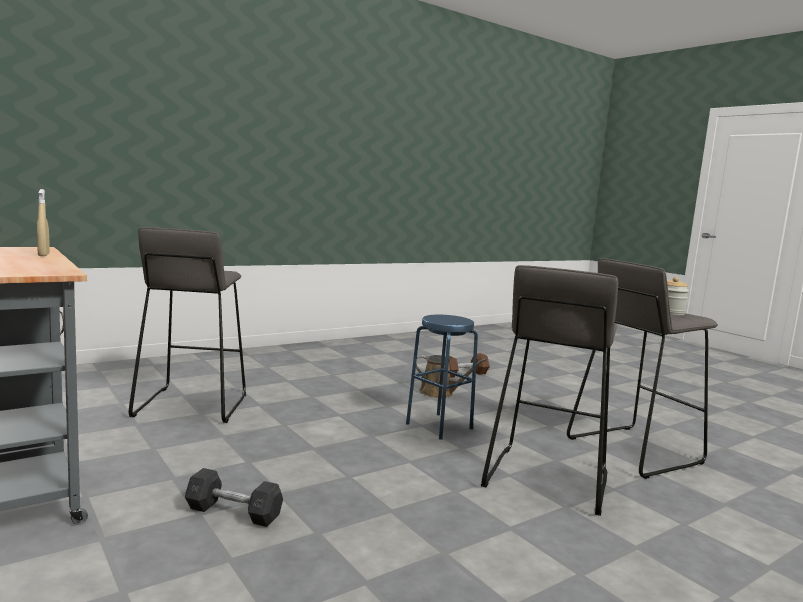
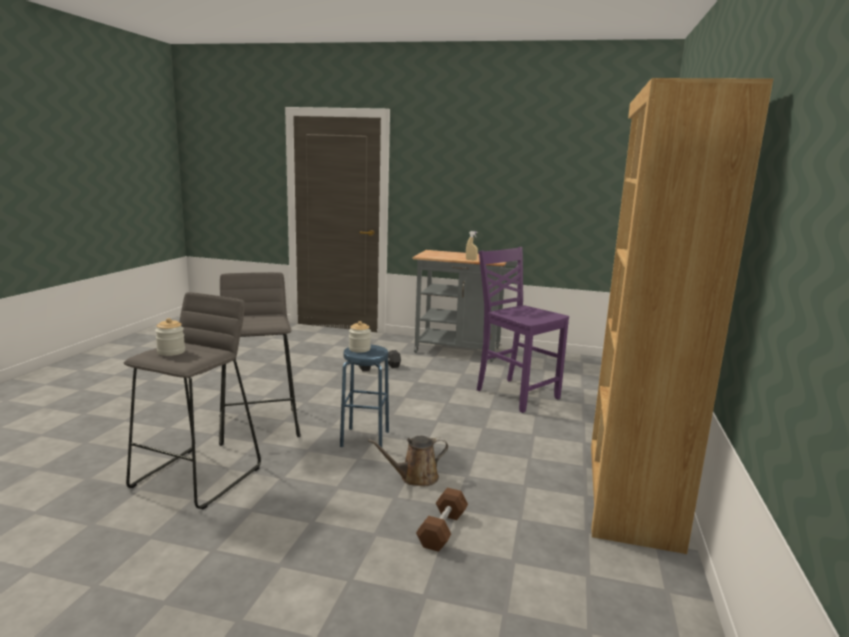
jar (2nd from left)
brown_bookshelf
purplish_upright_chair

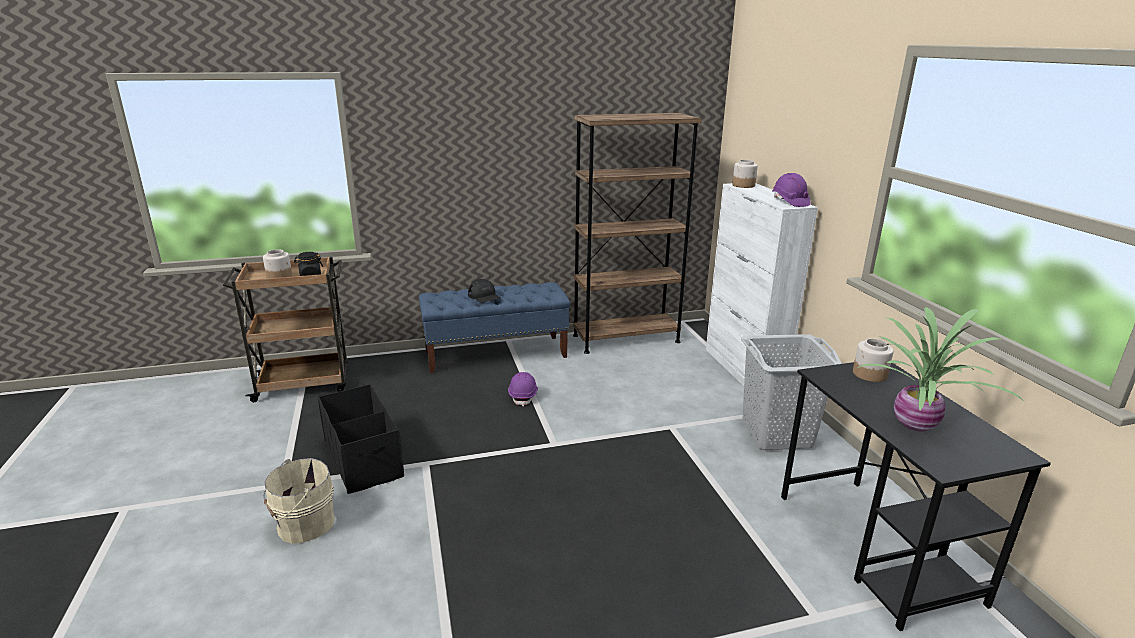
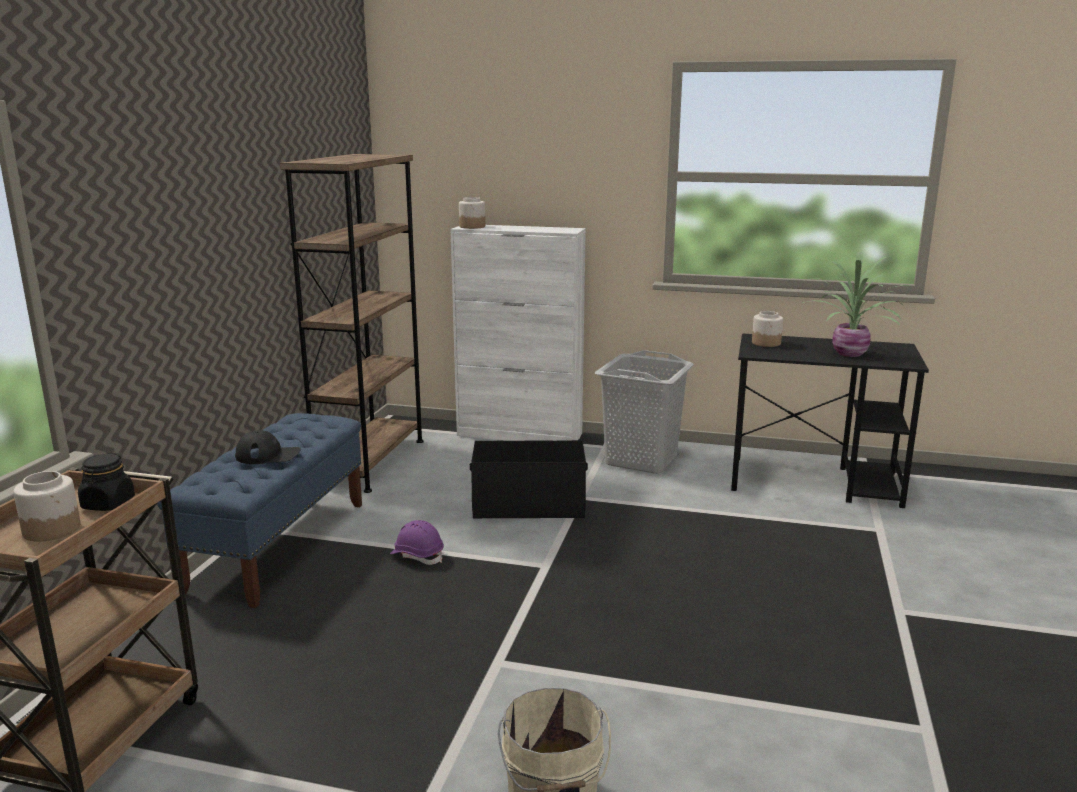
purplish_hard_hat (2nd from left in the first image)
black-coloured_storage_bin

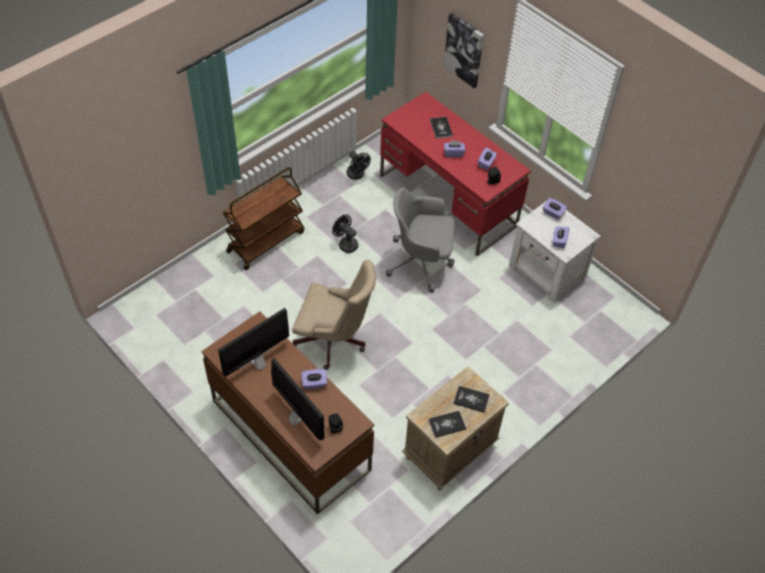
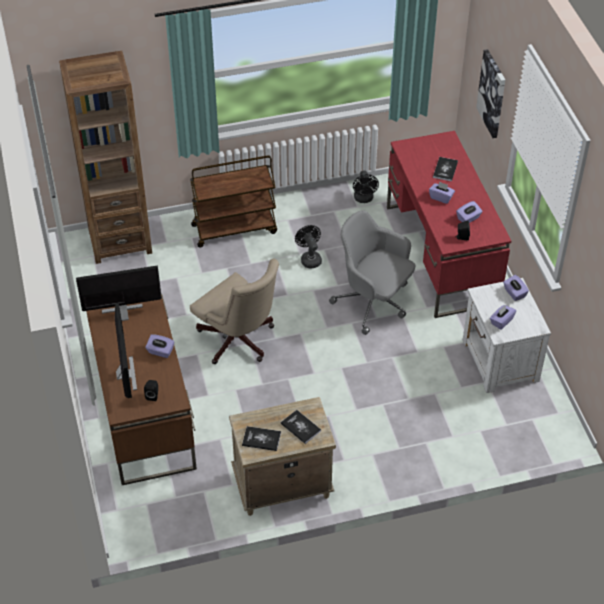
brown_bookshelf

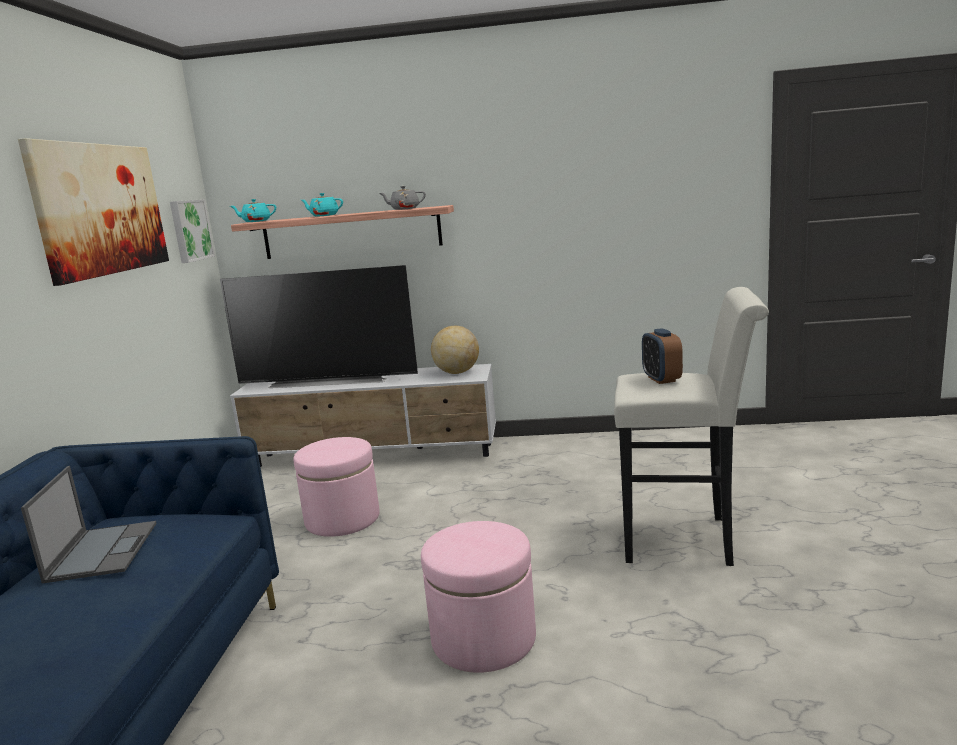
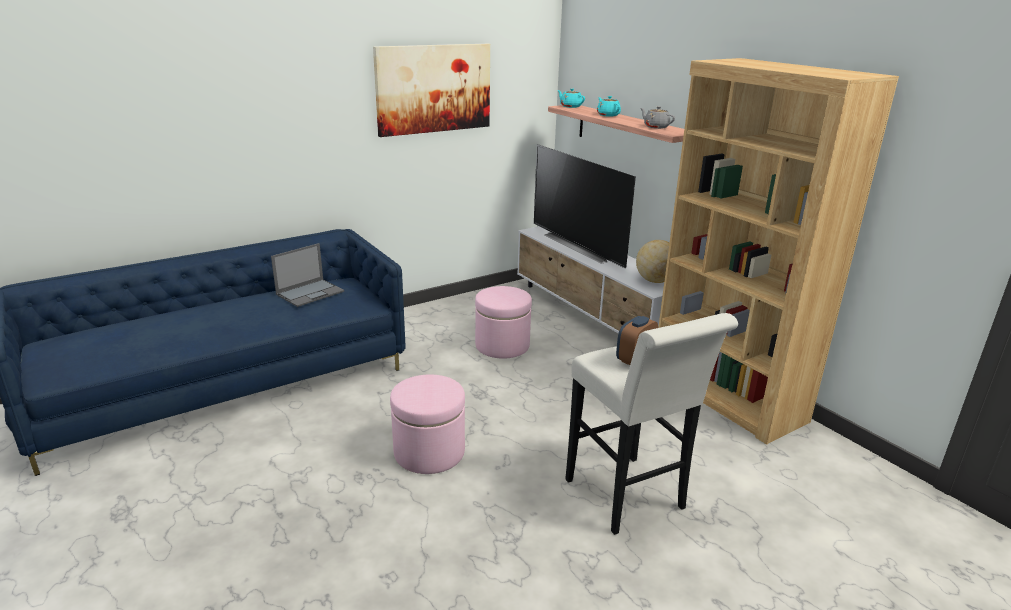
wall_art (2nd from left in the first image)
brown_bookshelf

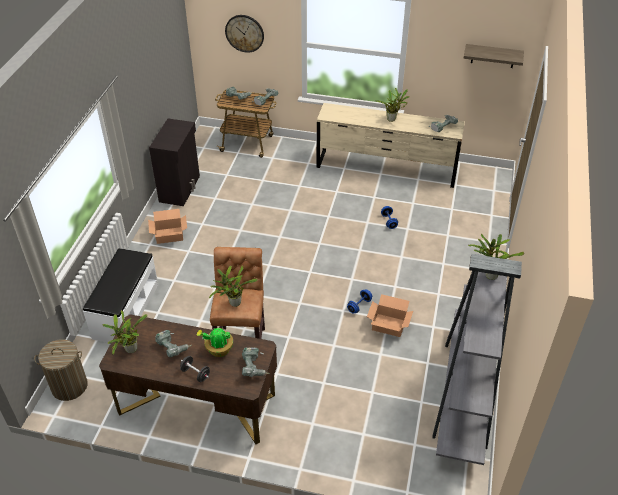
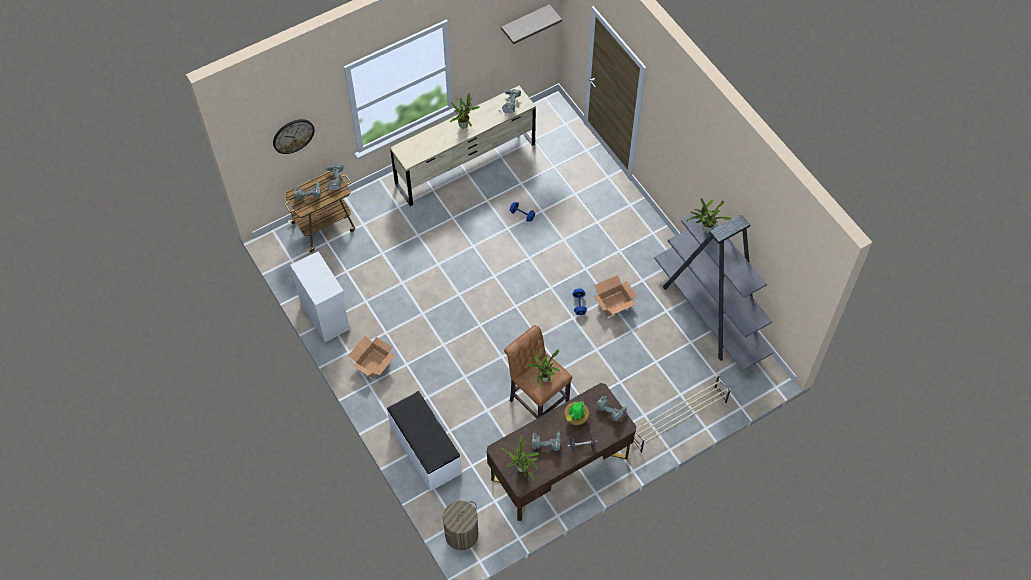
beige-coloured_shoe_shelf
white_cupboard

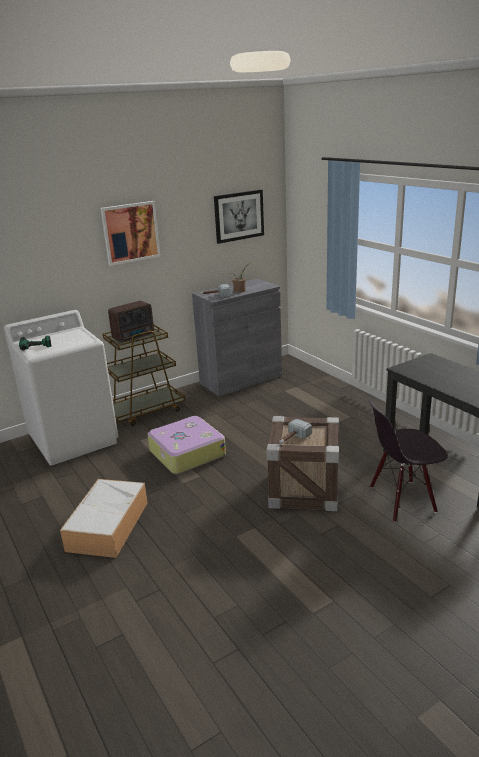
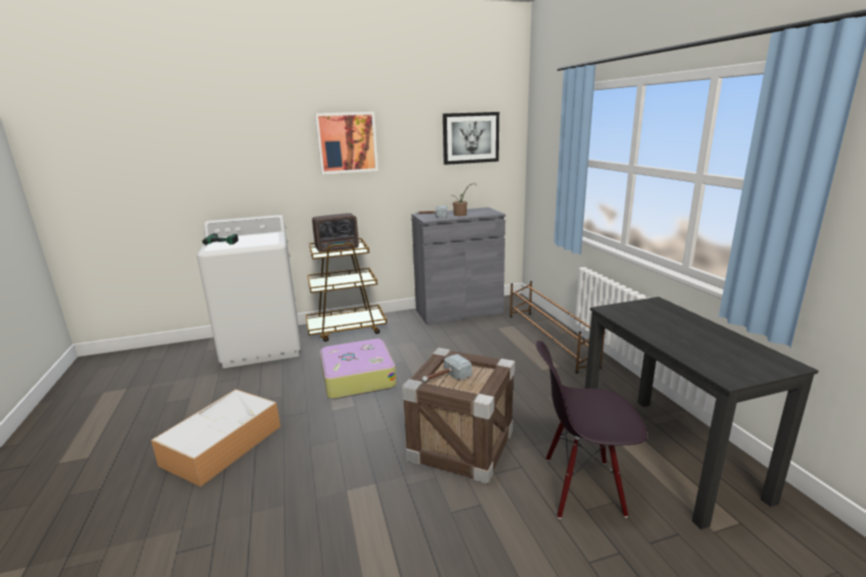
brown_shoe_shelf

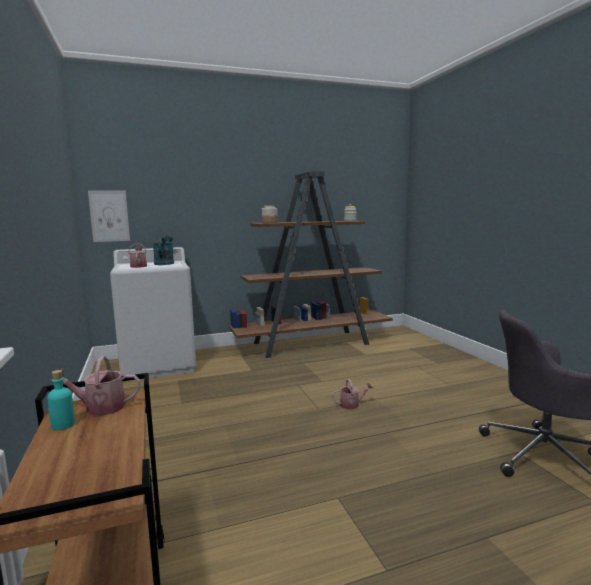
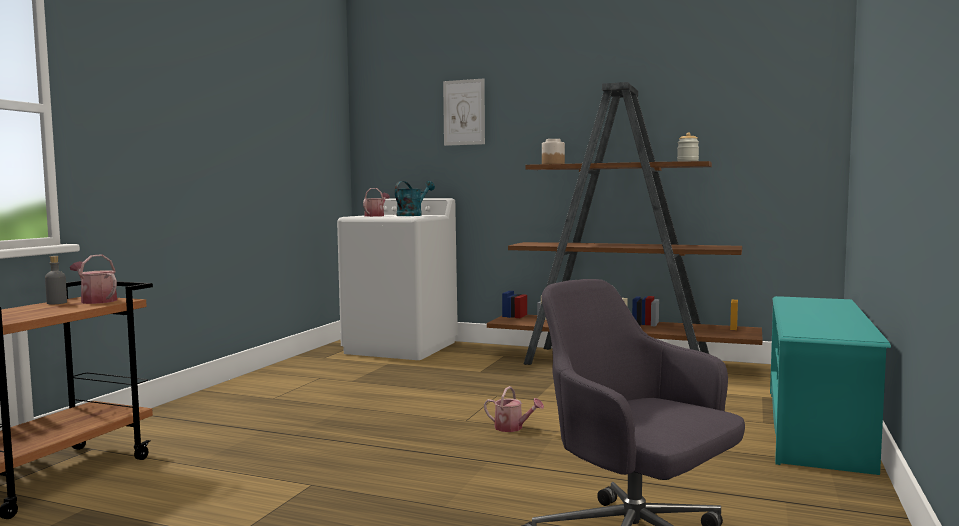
blue-green_shoe_shelf
wall_art
greyish_bottle

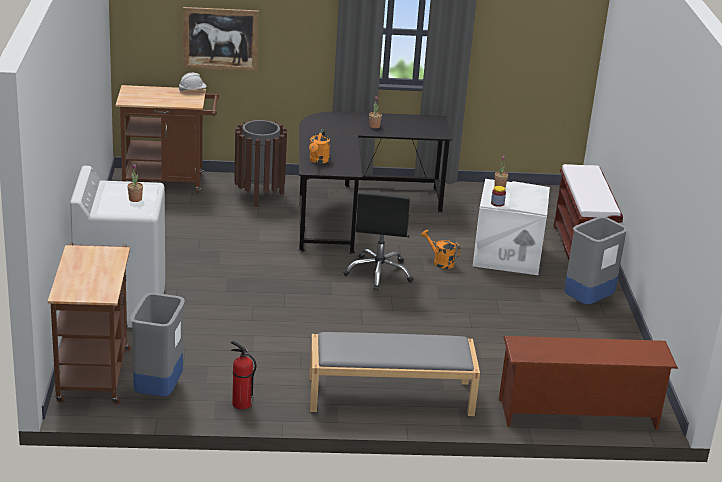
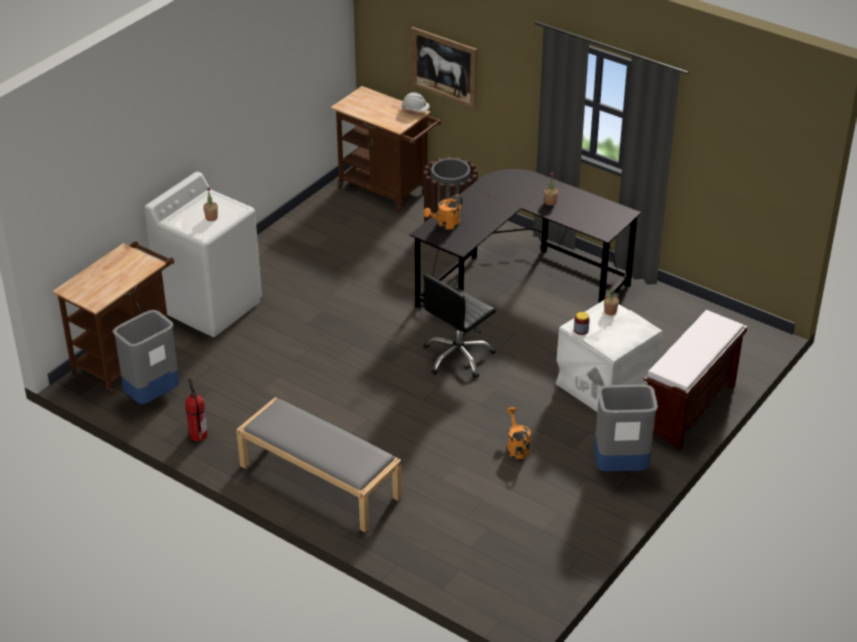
brown_shoe_shelf
orange-coloured_sprinkling_can (2nd from left)

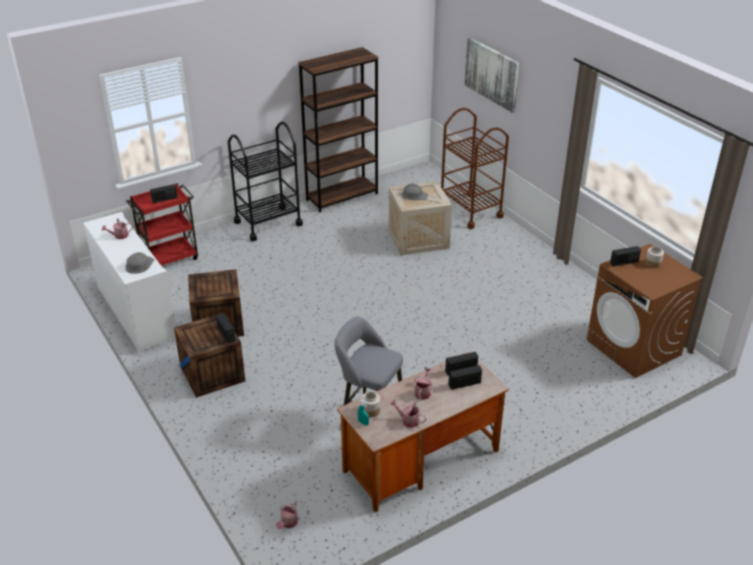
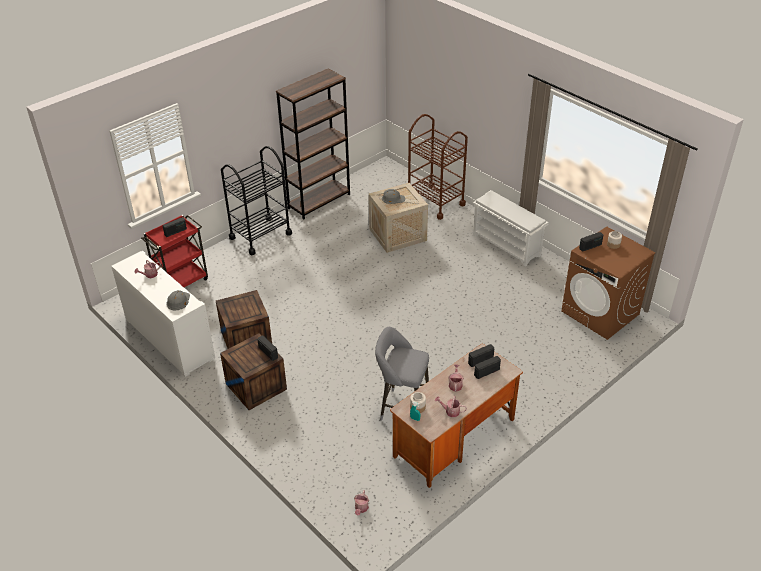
wall_art
white_shoe_shelf

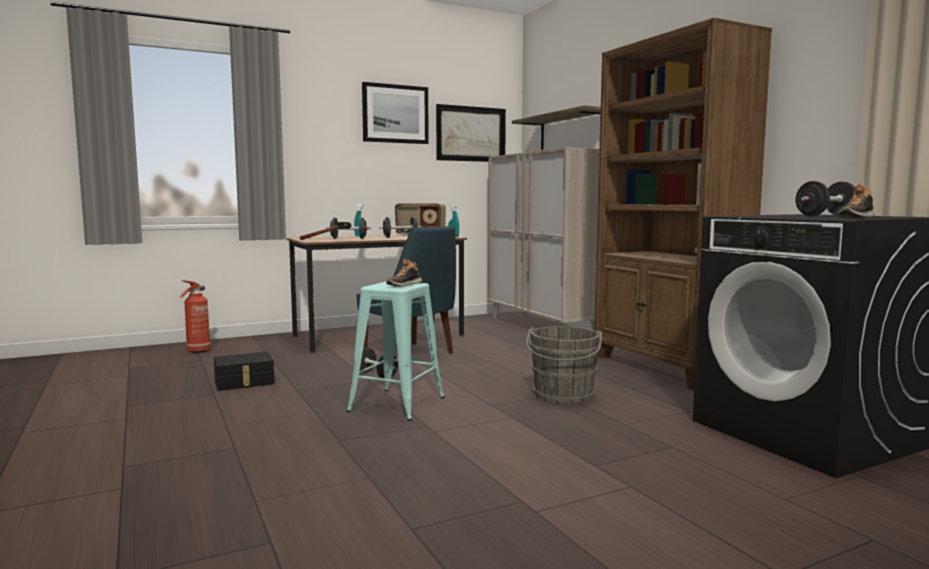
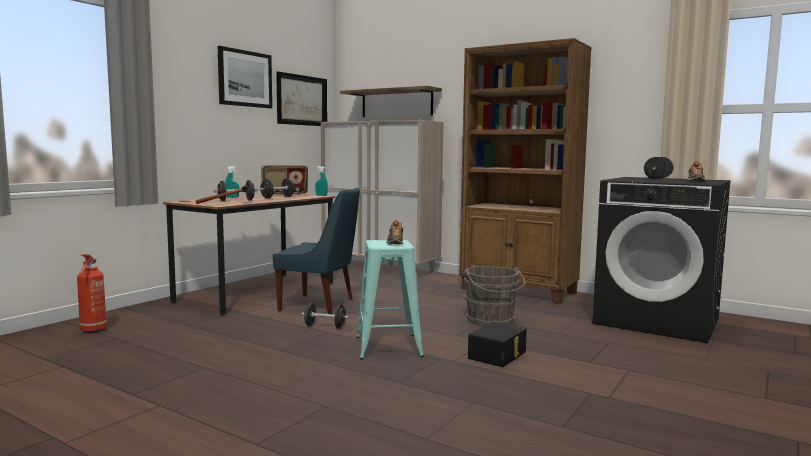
black-coloured_storage_bin

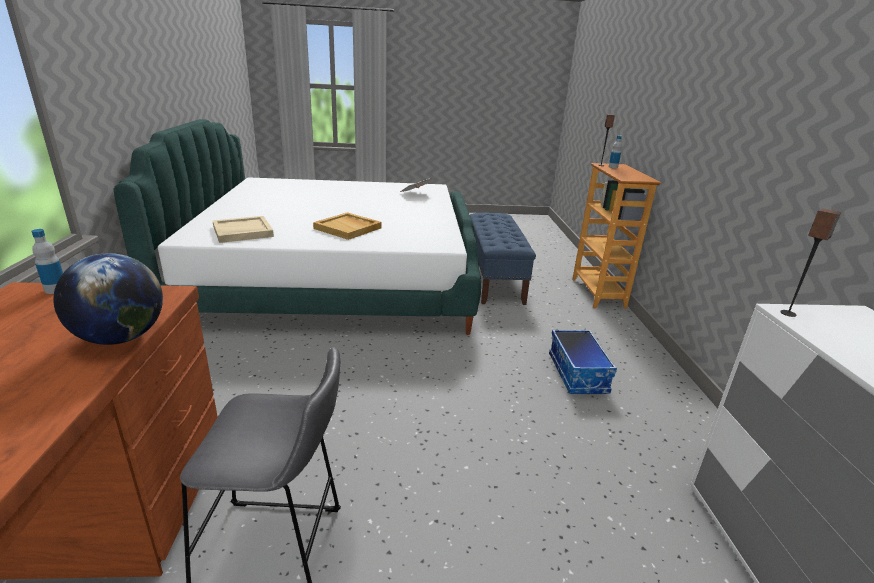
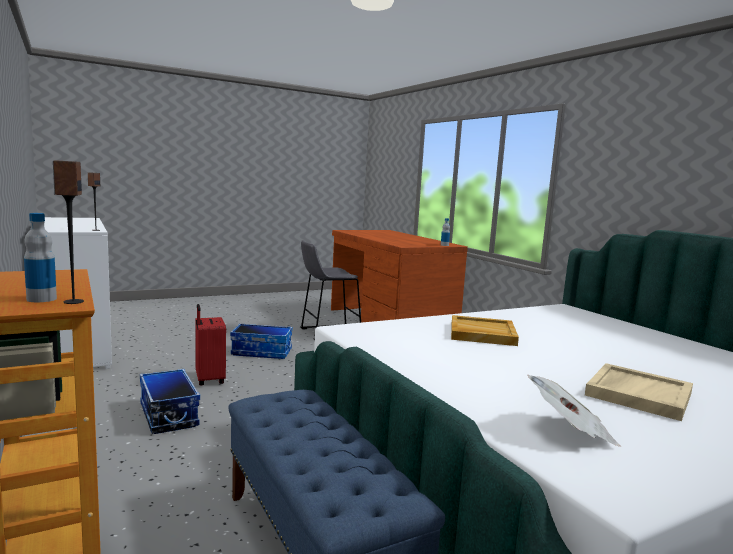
desk_globe
red-coloured_travel_case
storage_bin (2nd from left)
beige-coloured_tray (2nd from left)

